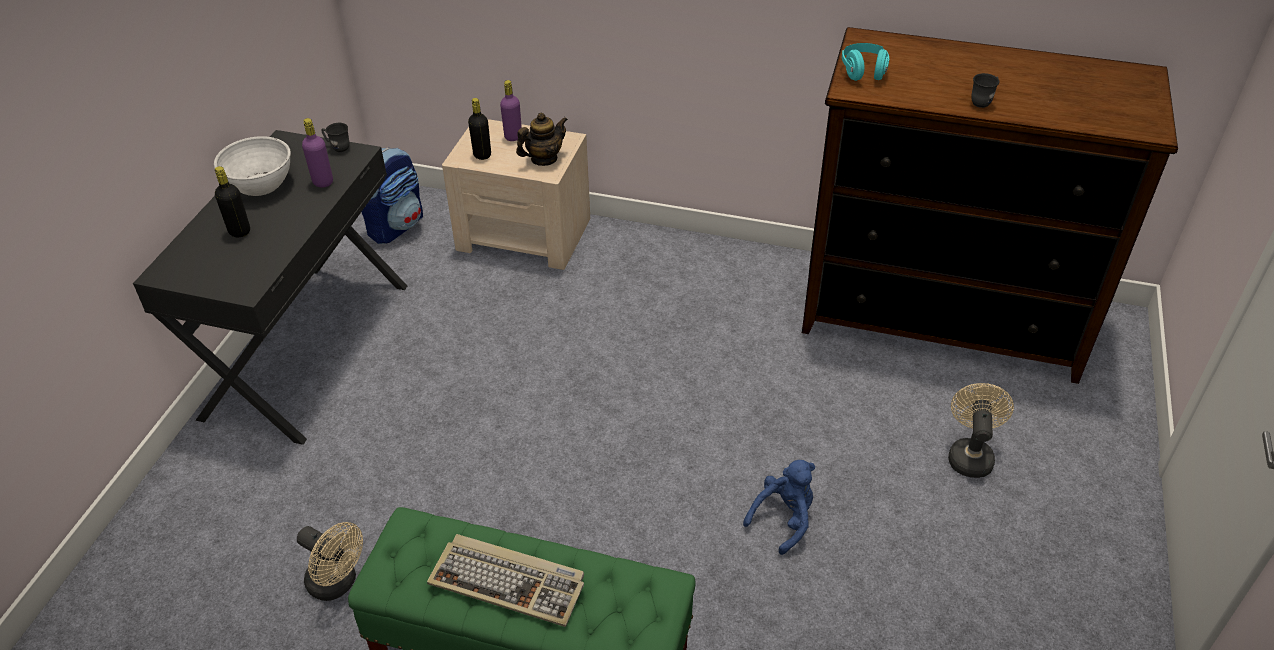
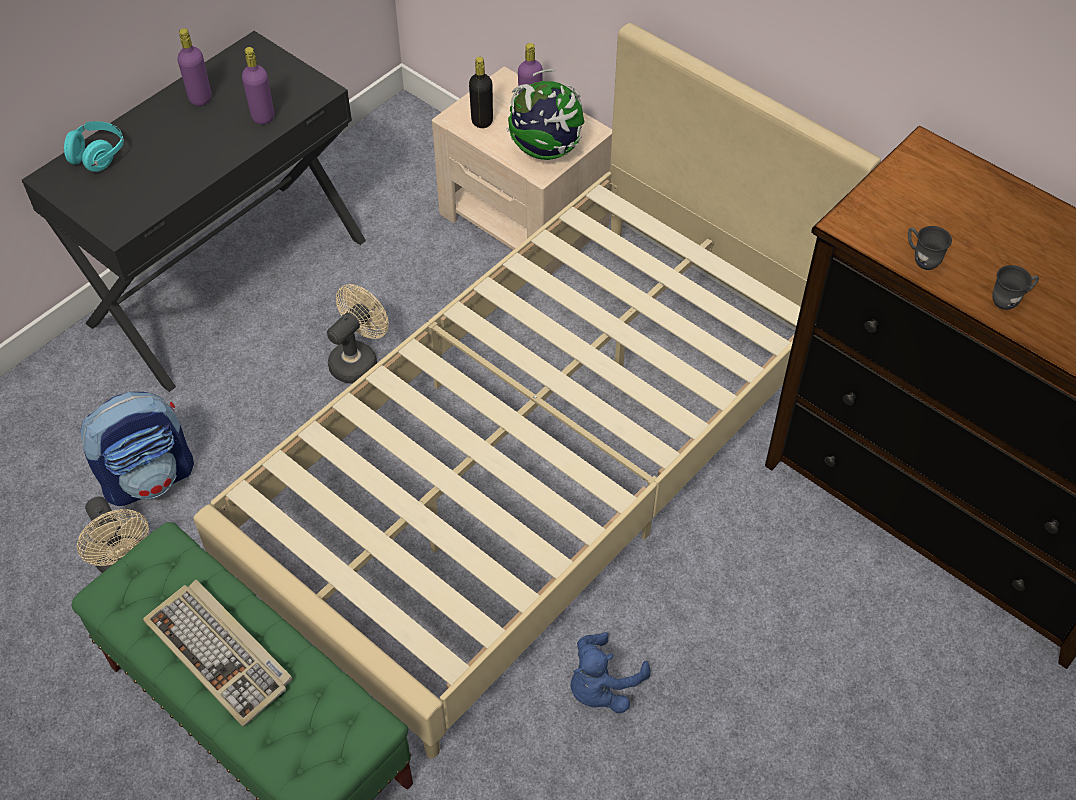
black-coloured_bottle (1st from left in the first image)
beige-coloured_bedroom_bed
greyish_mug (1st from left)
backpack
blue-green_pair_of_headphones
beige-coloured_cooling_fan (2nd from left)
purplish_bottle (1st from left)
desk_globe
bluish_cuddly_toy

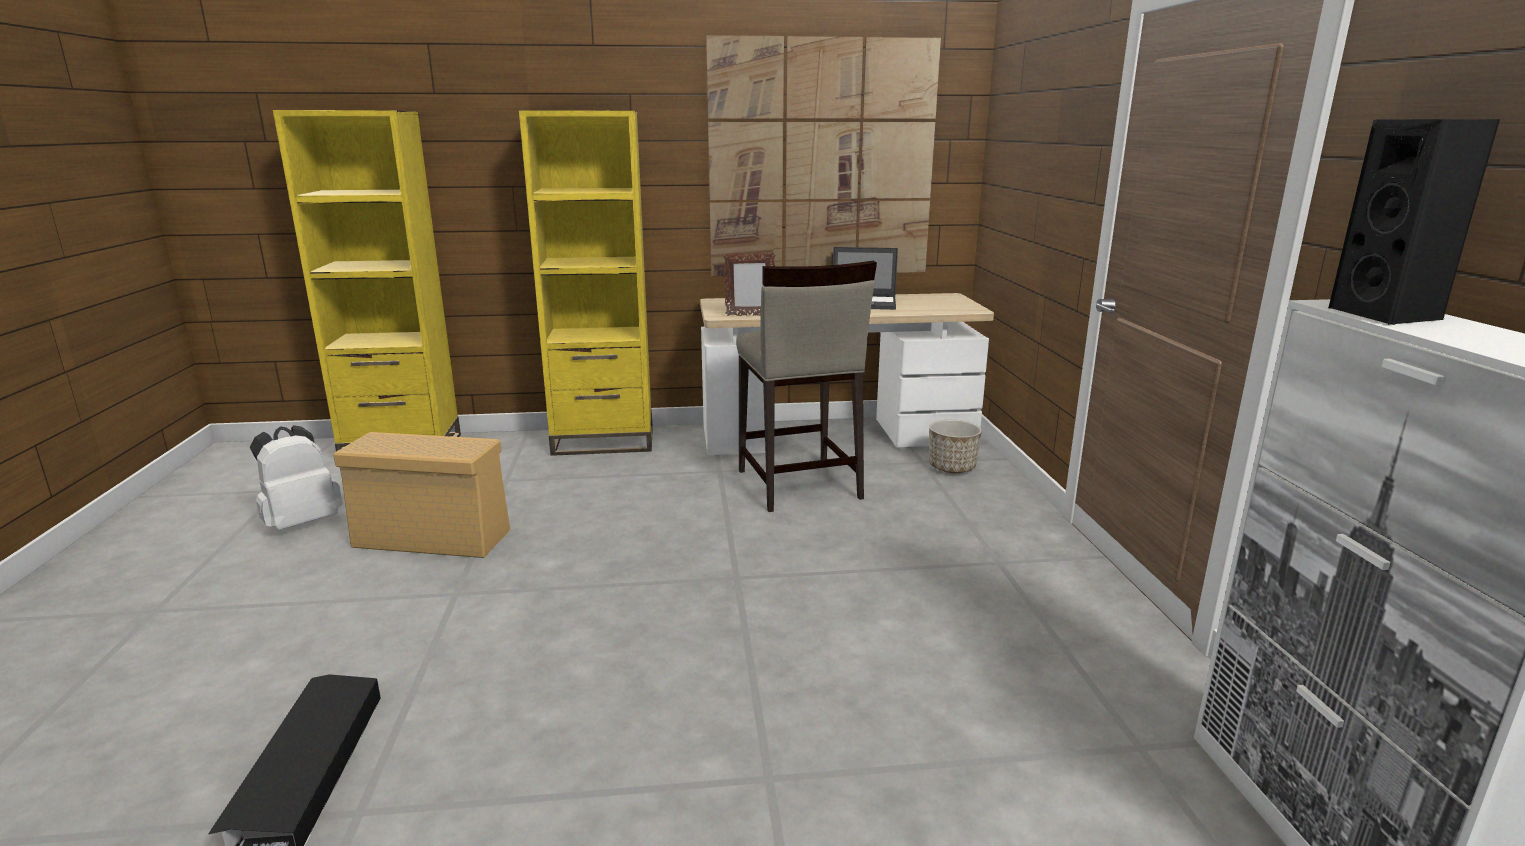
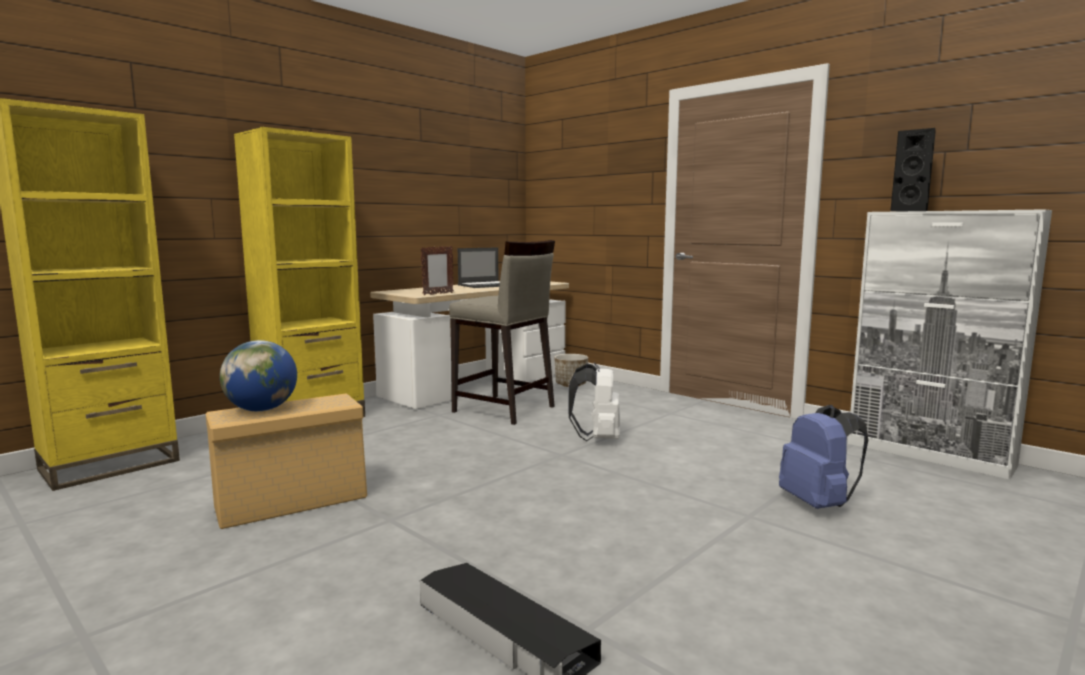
wall_art
desk_globe
bluish_backpack
white_backpack

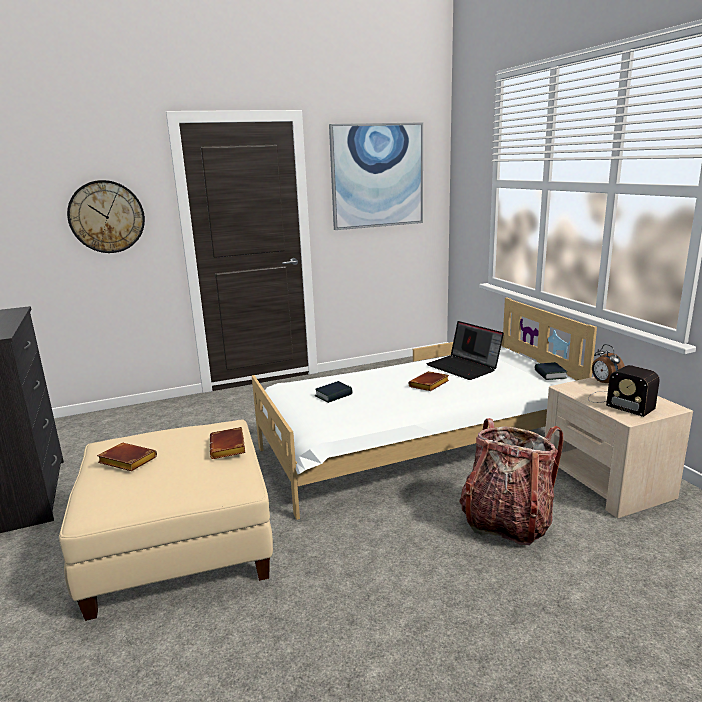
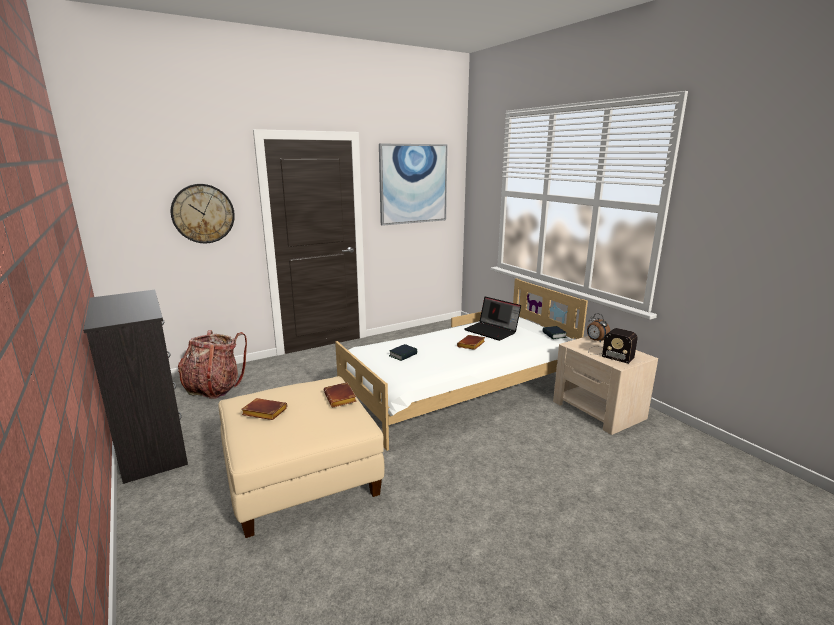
backpack

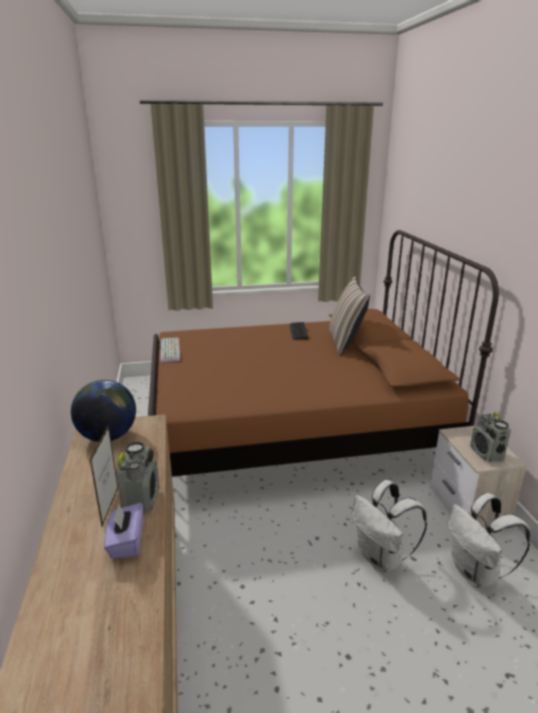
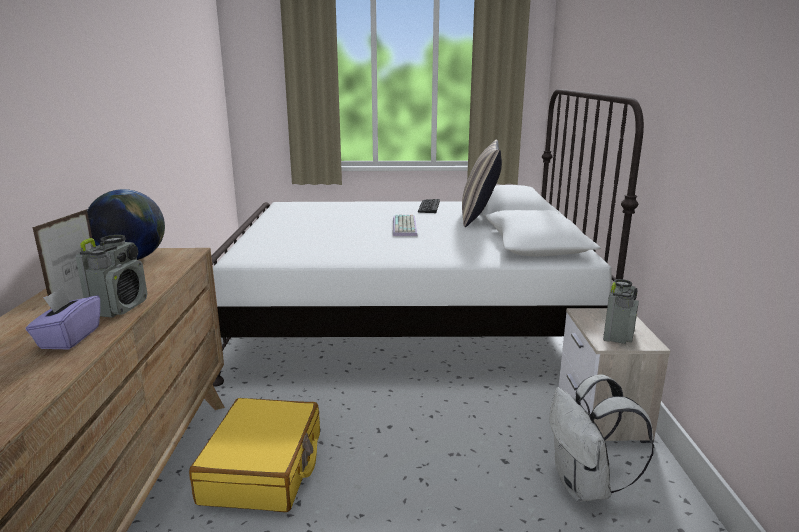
white_backpack (1st from left in the first image)
yellow_travel_case
computer_keyboard (1st from left)
white_bedroom_bed
radio_set (2nd from left)

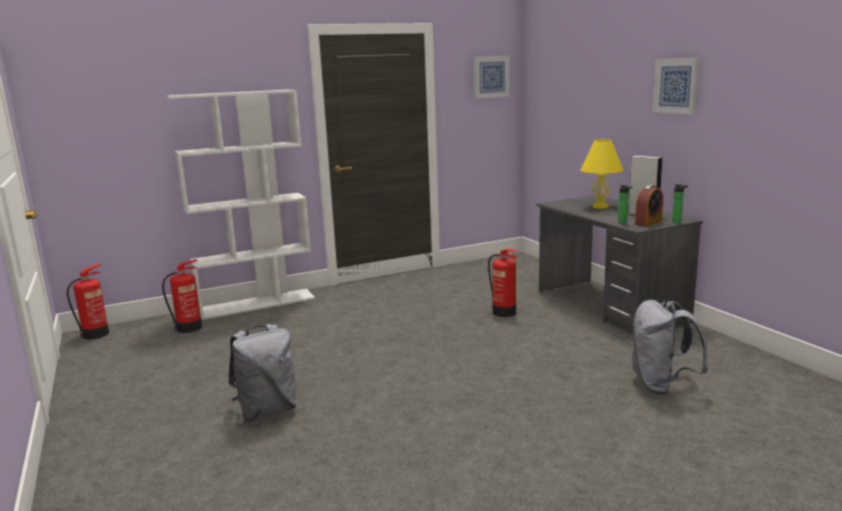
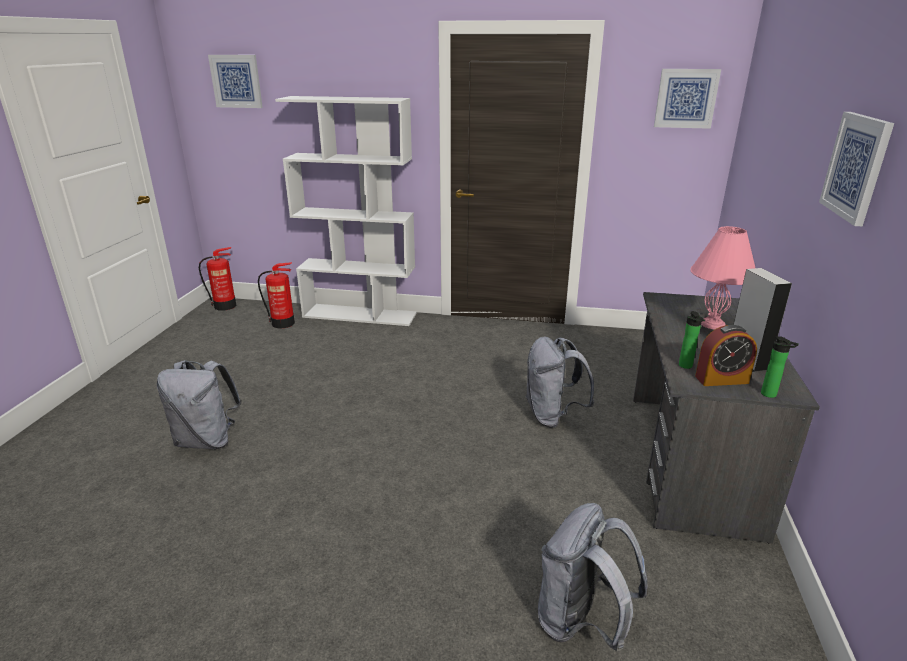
wall_art (1st from left)
greyish_backpack (2nd from left)
pinkish_lamp_for_a_table

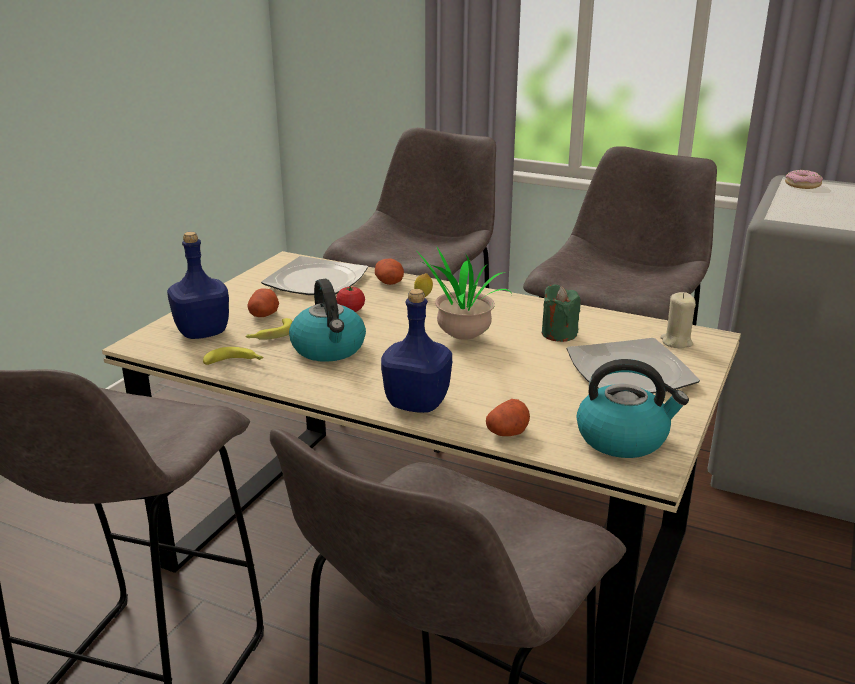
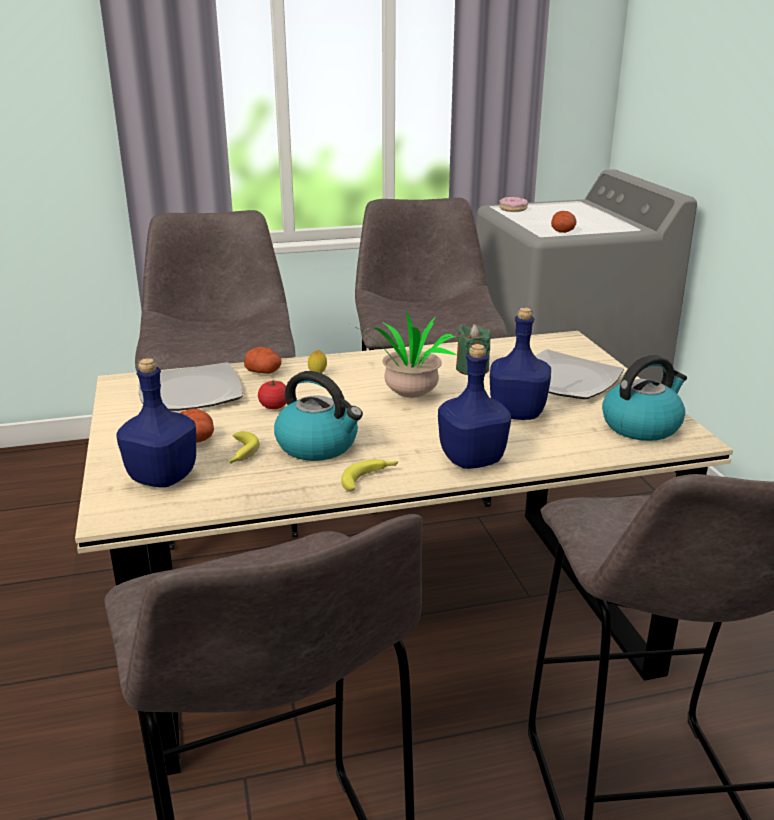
beige-coloured_wax_light
bluish_bottle (3rd from left)
whole_banana (2nd from left)
spud (3rd from left)

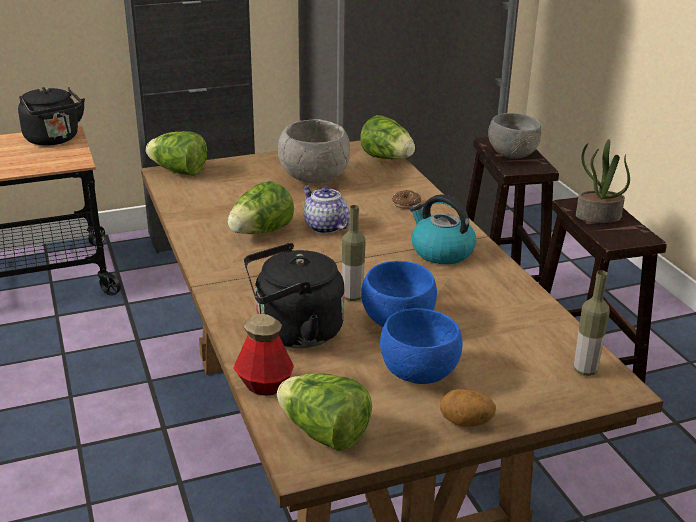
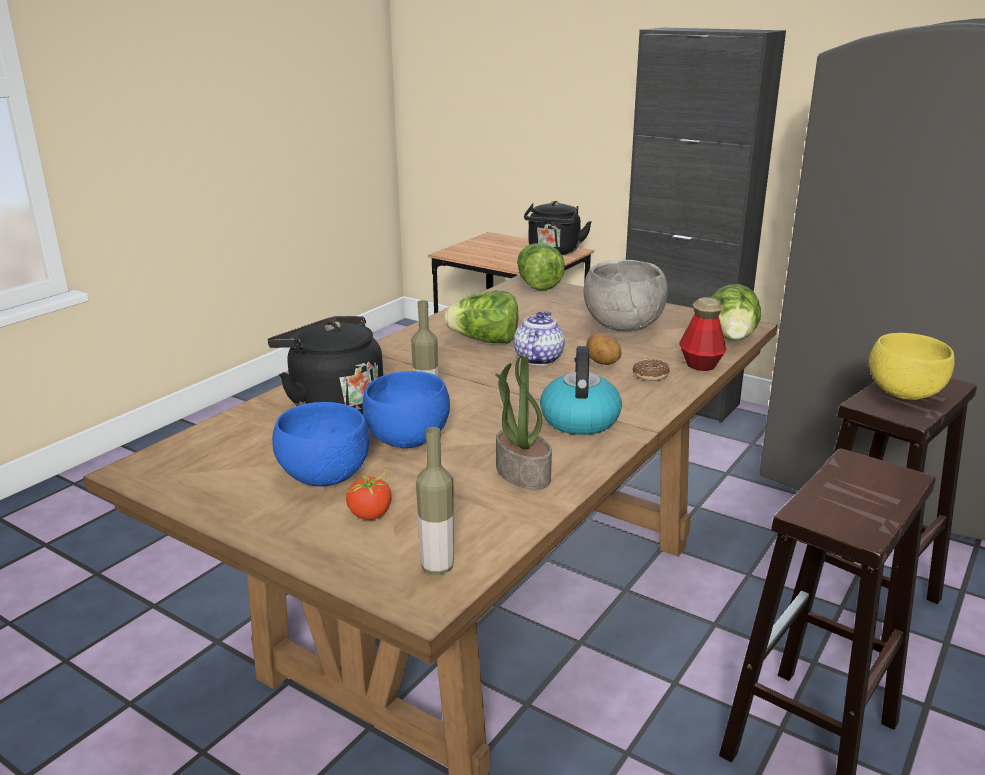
head_of_lettuce (3rd from left in the first image)
tomato
bottle (3rd from left)
spud
houseplant
yellow_bowl

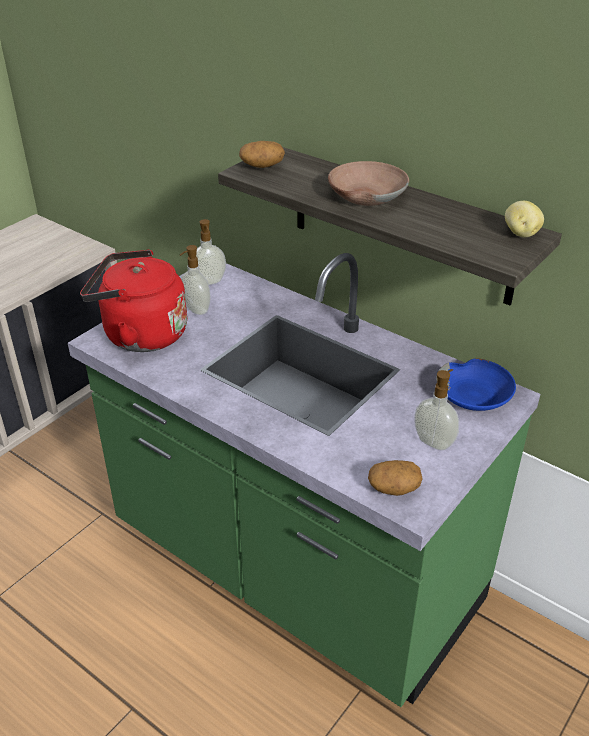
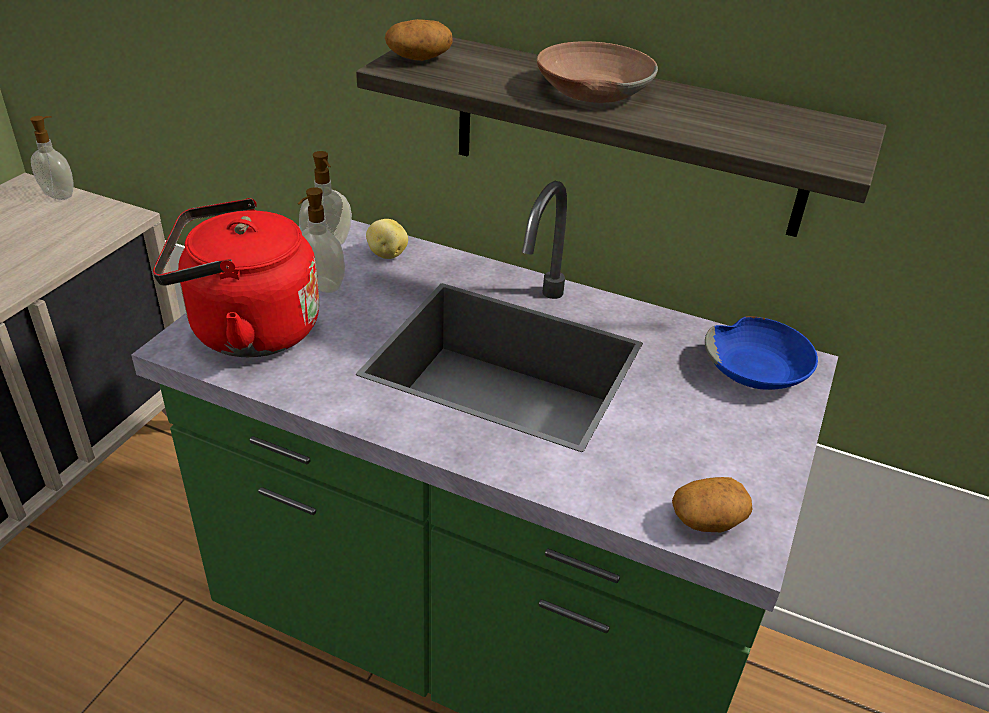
liquid_soap_bottle (1st from left)
spud (1st from left)

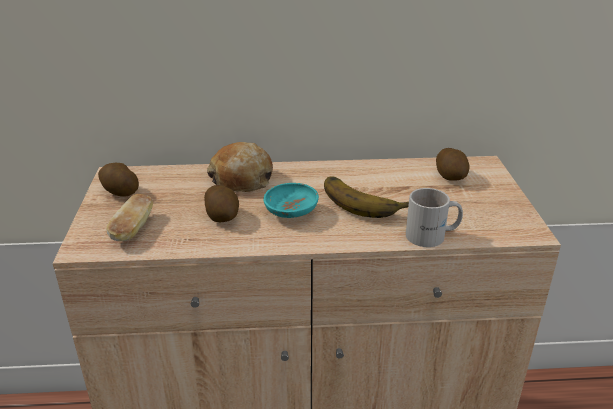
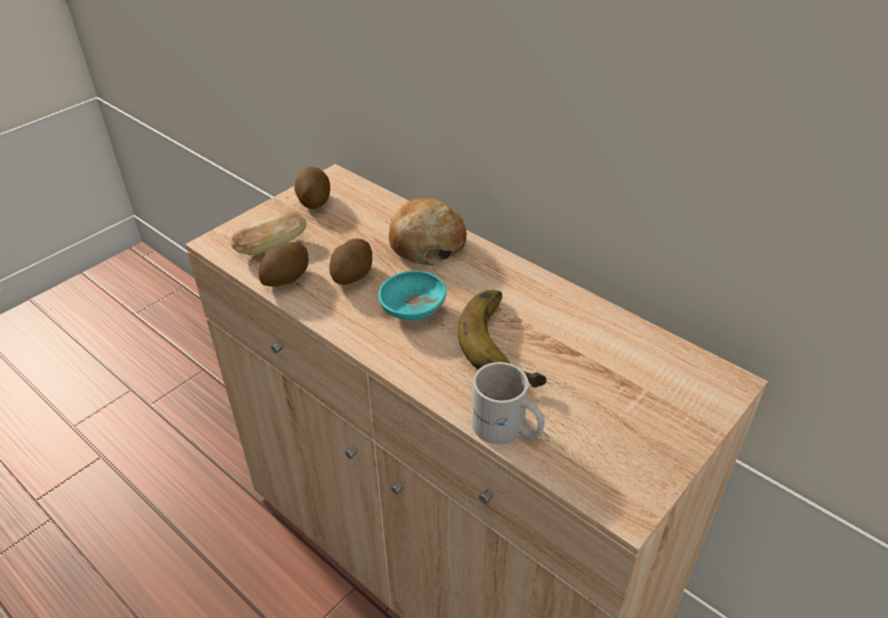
spud (1st from left)

